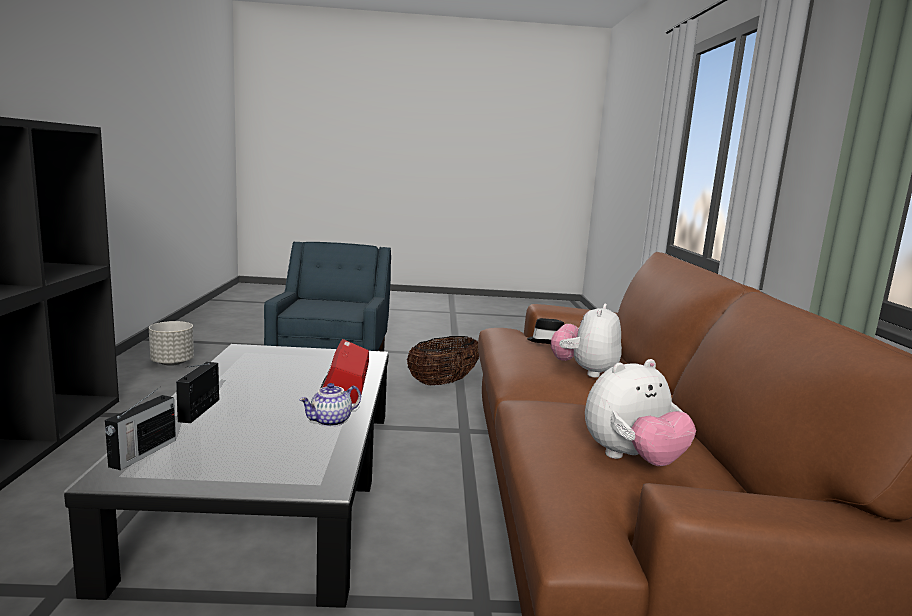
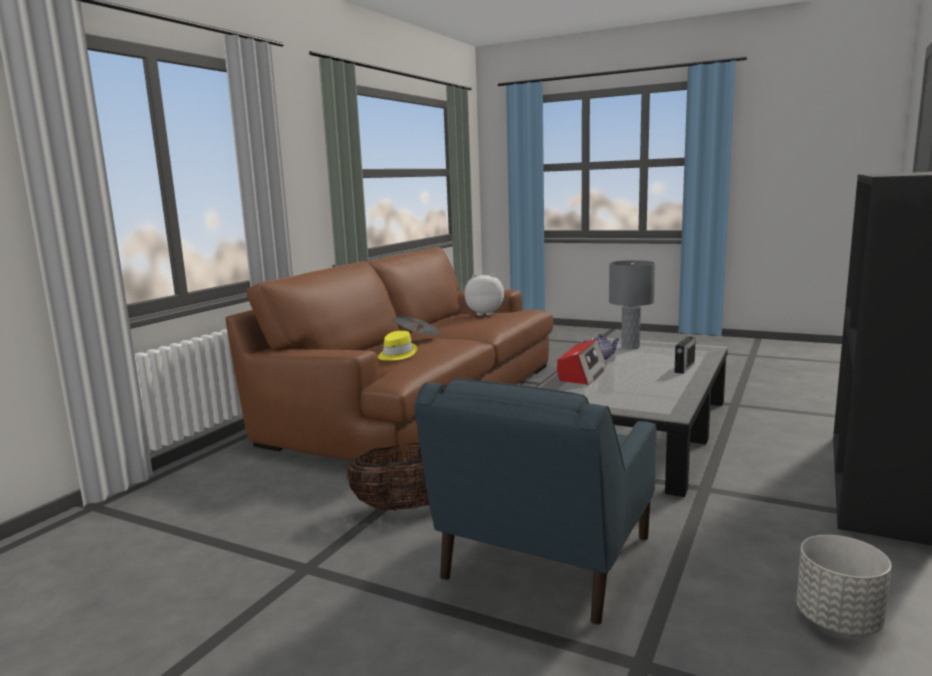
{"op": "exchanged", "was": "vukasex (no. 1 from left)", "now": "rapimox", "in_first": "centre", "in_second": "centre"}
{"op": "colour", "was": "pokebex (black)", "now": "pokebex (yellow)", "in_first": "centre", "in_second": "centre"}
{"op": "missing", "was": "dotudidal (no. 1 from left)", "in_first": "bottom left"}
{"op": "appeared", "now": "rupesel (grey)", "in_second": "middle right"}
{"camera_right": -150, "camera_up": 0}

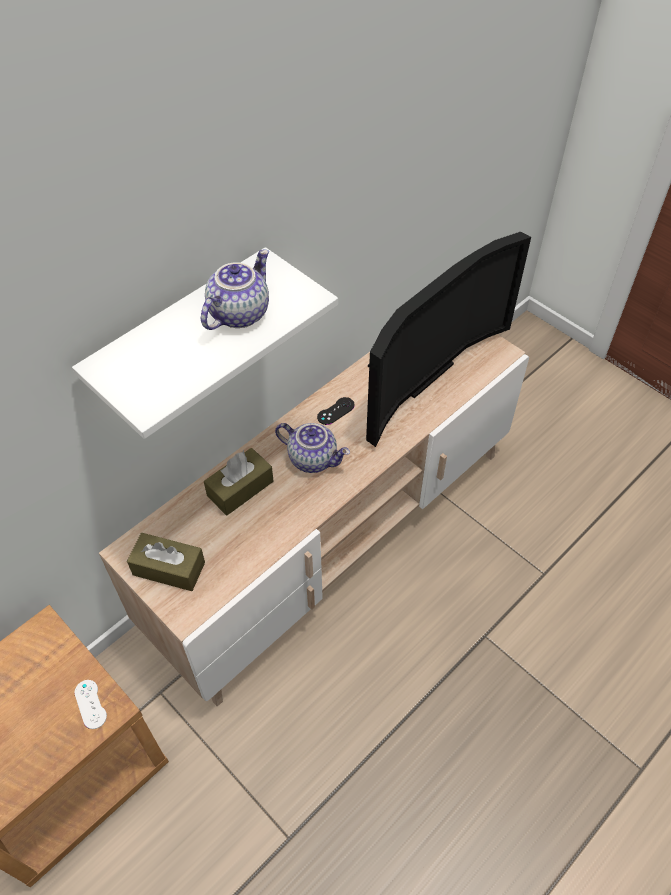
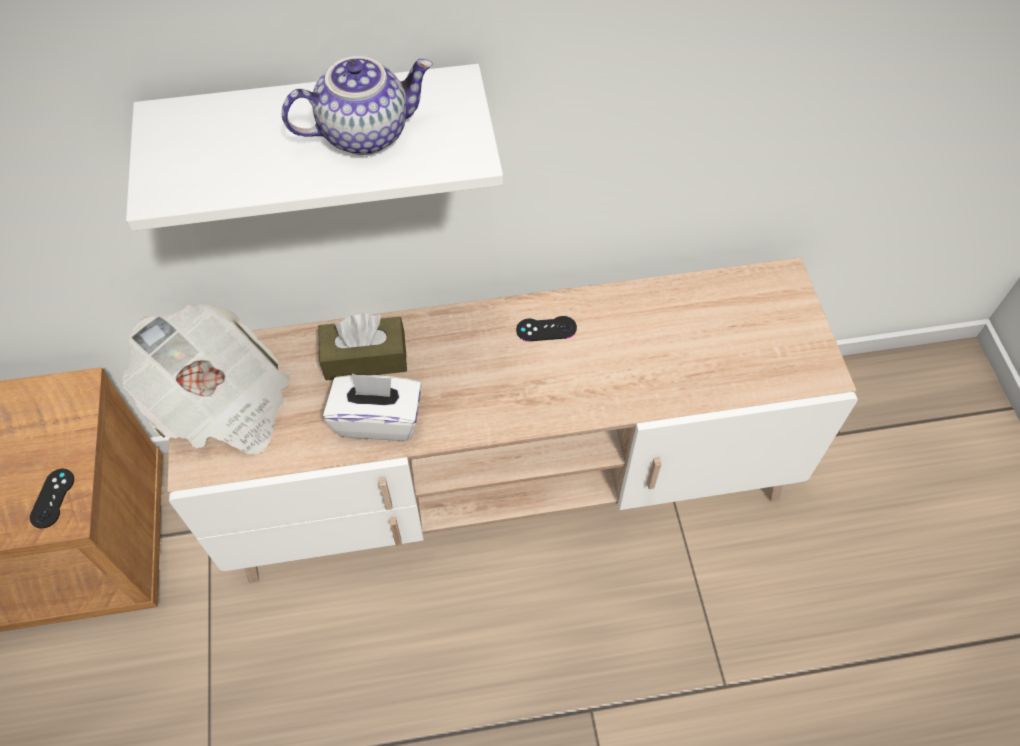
{"op": "missing", "was": "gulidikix", "in_first": "middle right"}
{"op": "missing", "was": "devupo (no. 2 from left)", "in_first": "centre"}
{"op": "exchanged", "was": "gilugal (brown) (no. 1 from left)", "now": "rapimox", "in_first": "middle left", "in_second": "middle left"}
{"op": "colour", "was": "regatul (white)", "now": "regatul (black) (no. 1 from left)", "in_first": "bottom left", "in_second": "bottom left"}
{"op": "appeared", "now": "gilugal (white)", "in_second": "centre"}
{"camera_right": 35, "camera_up": 5}

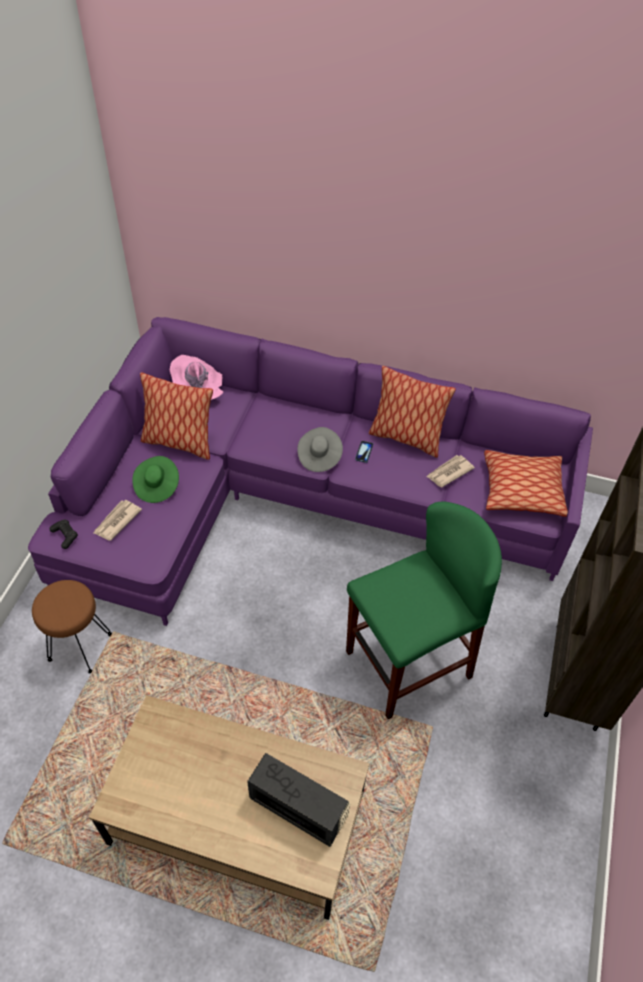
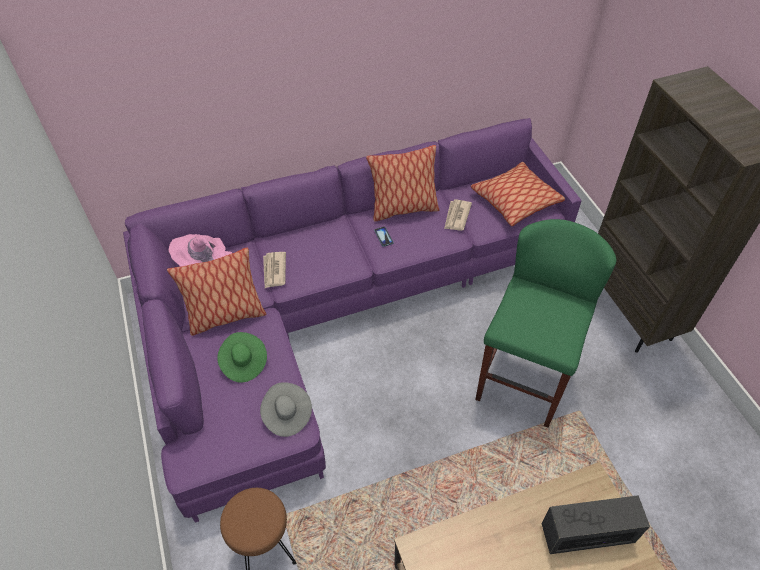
{"op": "relocated", "was": "pokebex (grey)", "in_first": "centre", "in_second": "bottom centre"}
{"op": "relocated", "was": "rapimox (no. 1 from left)", "in_first": "middle left", "in_second": "centre"}
{"op": "missing", "was": "regatul (black)", "in_first": "middle left"}
{"camera_right": -35, "camera_up": 0}

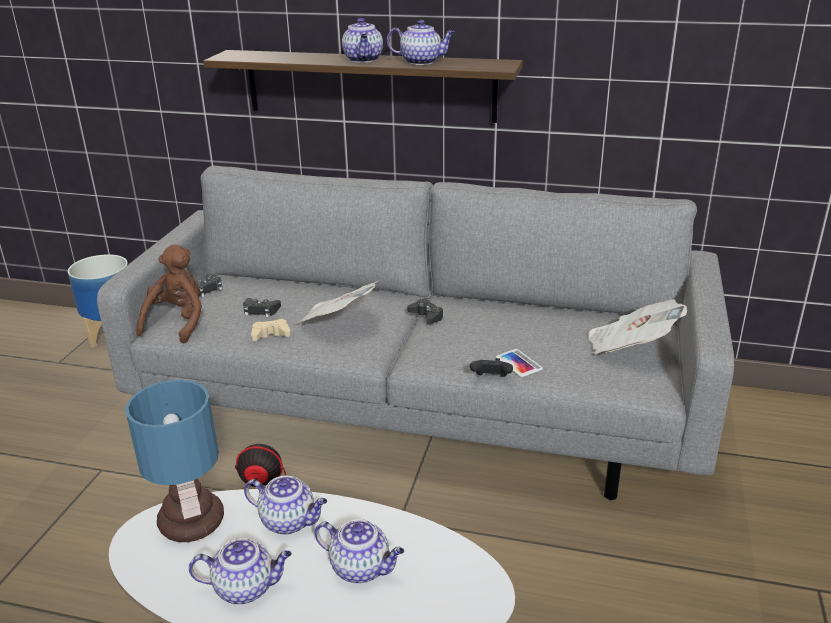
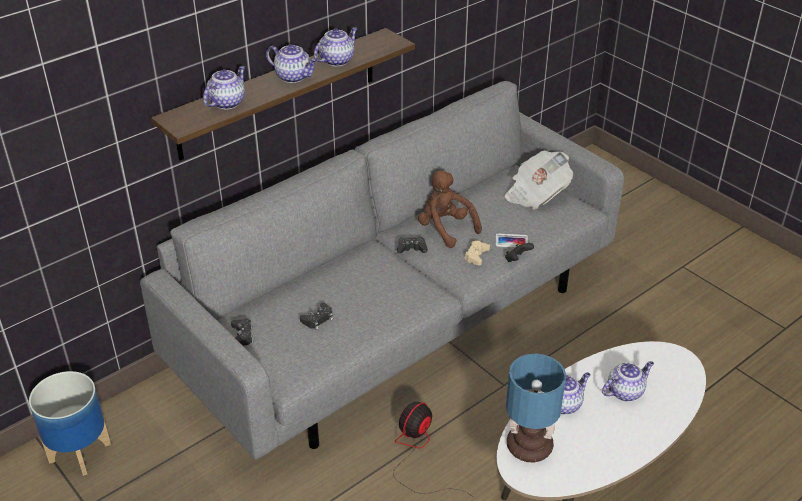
{"op": "relocated", "was": "vukasex (brown)", "in_first": "middle left", "in_second": "centre"}
{"op": "missing", "was": "rapimox (no. 1 from left)", "in_first": "centre"}
{"op": "relocated", "was": "regatul (beige)", "in_first": "middle left", "in_second": "centre"}
{"op": "relocated", "was": "devupo (no. 1 from left)", "in_first": "bottom left", "in_second": "top left"}
{"camera_right": -55, "camera_up": 10}

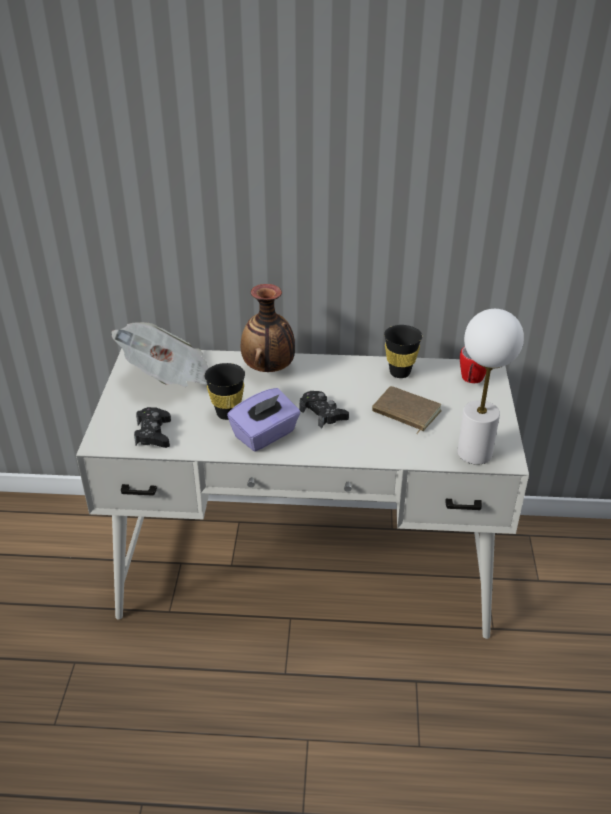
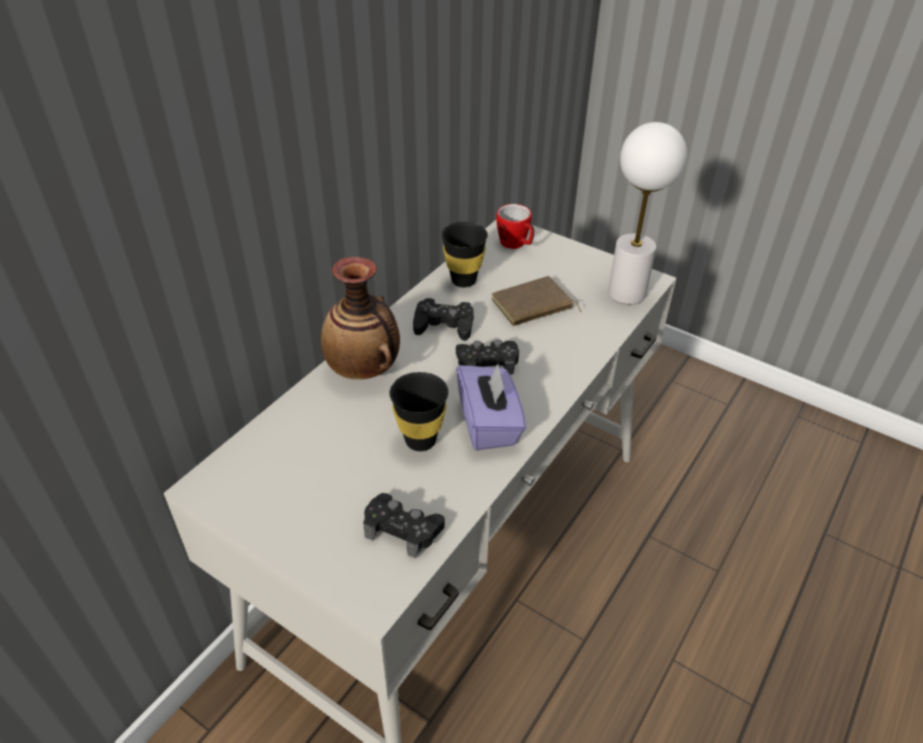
{"op": "missing", "was": "rapimox", "in_first": "middle left"}
{"op": "appeared", "now": "regatul (black) (no. 2 from left)", "in_second": "centre"}
{"camera_right": -60, "camera_up": 5}

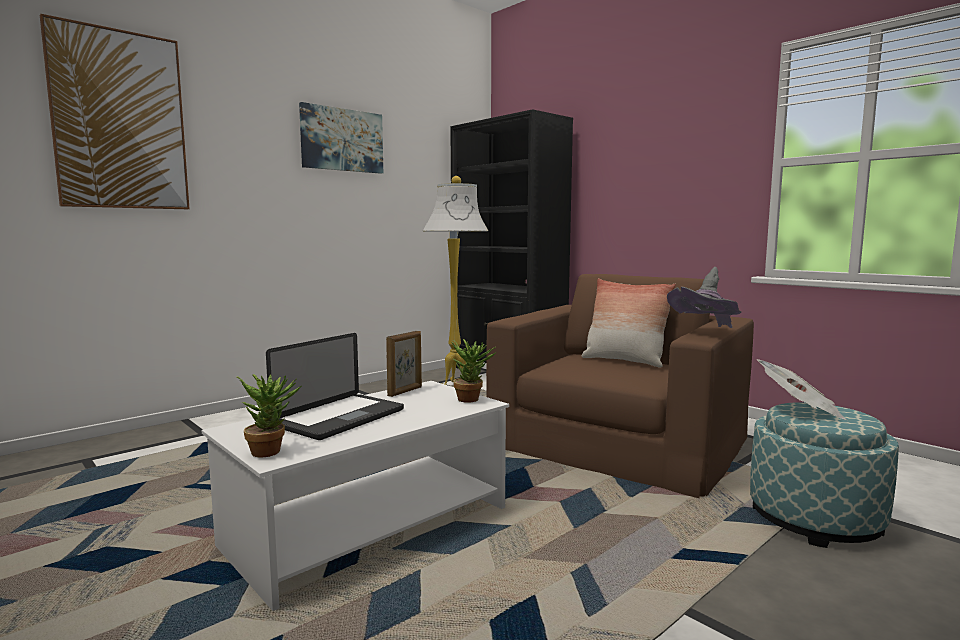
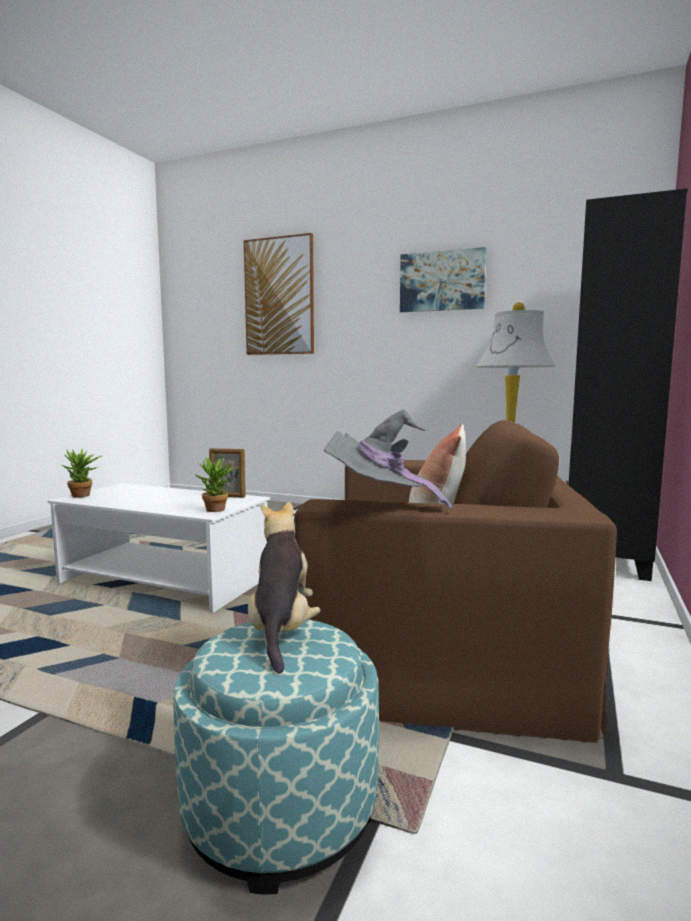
{"op": "missing", "was": "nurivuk", "in_first": "centre"}
{"op": "exchanged", "was": "rapimox", "now": "vukasex", "in_first": "middle right", "in_second": "centre"}
{"camera_right": 65, "camera_up": 0}

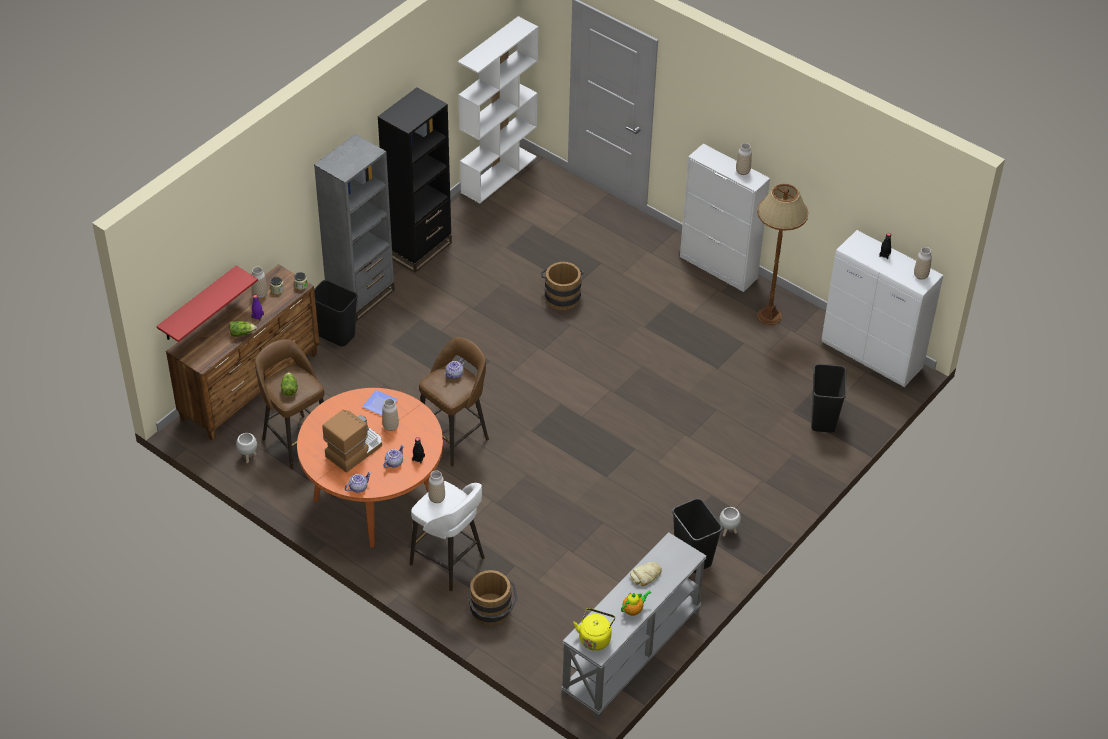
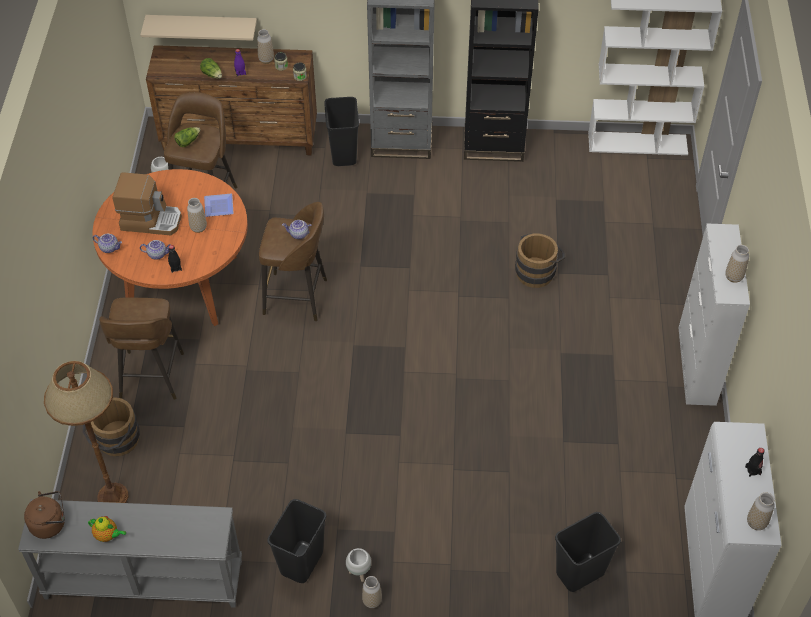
{"op": "relocated", "was": "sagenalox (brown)", "in_first": "middle right", "in_second": "bottom left"}
{"op": "colour", "was": "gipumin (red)", "now": "gipumin (beige)", "in_first": "middle left", "in_second": "top left"}
{"op": "relocated", "was": "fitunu (no. 3 from left)", "in_first": "centre", "in_second": "bottom centre"}
{"op": "colour", "was": "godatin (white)", "now": "godatin (brown) (no. 1 from left)", "in_first": "bottom centre", "in_second": "middle left"}
{"op": "missing", "was": "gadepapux", "in_first": "bottom centre"}
{"op": "colour", "was": "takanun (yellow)", "now": "takanun (brown)", "in_first": "bottom centre", "in_second": "bottom left"}
{"camera_right": 55, "camera_up": 5}

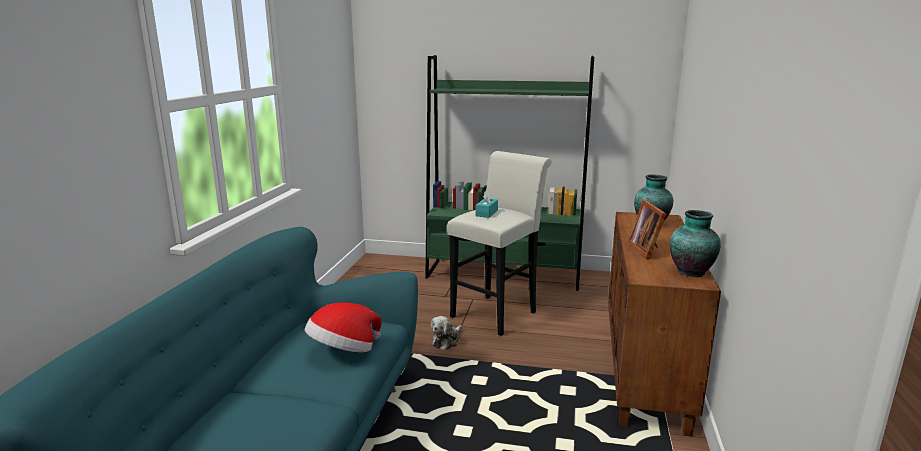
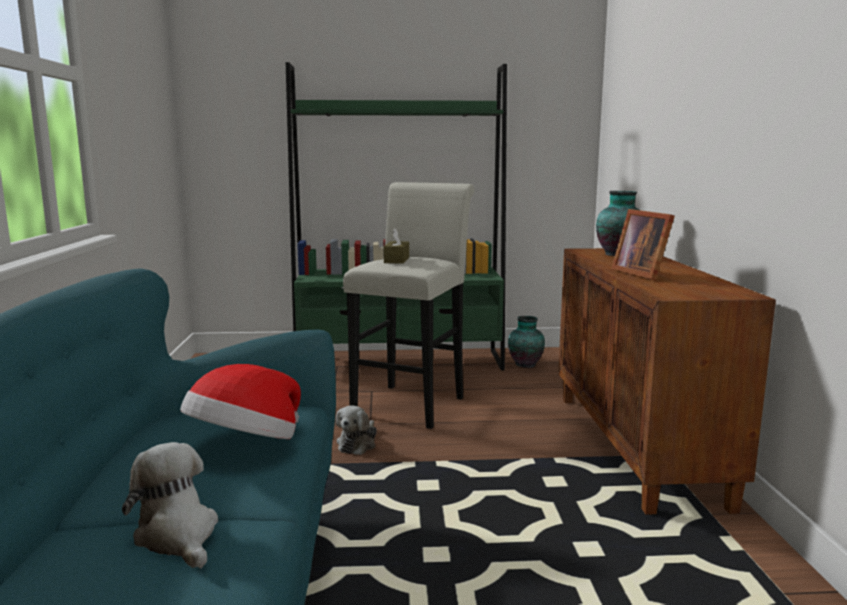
{"op": "colour", "was": "gilugal (turquoise)", "now": "gilugal (brown)", "in_first": "centre", "in_second": "centre"}
{"op": "relocated", "was": "fitunu (no. 2 from left in the first image)", "now": "fitunu (no. 1 from left)", "in_first": "middle right", "in_second": "centre"}
{"op": "appeared", "now": "vukasex (no. 1 from left)", "in_second": "bottom left"}
{"camera_right": -15, "camera_up": -5}

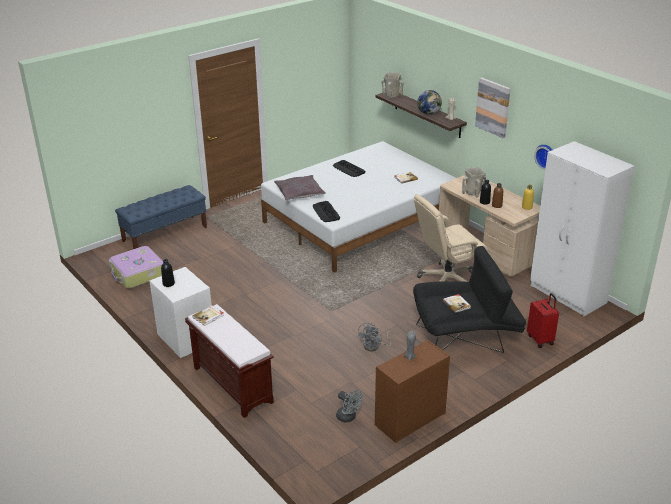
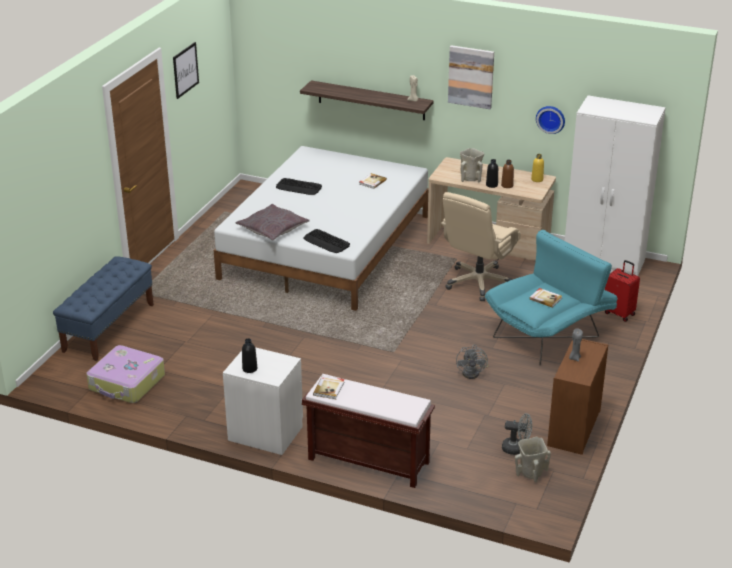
{"op": "relocated", "was": "fitunu (beige) (no. 1 from left in the first image)", "now": "fitunu (beige) (no. 2 from left)", "in_first": "top centre", "in_second": "bottom right"}
{"op": "missing", "was": "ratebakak", "in_first": "top centre"}
{"op": "colour", "was": "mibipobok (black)", "now": "mibipobok (turquoise)", "in_first": "middle right", "in_second": "middle right"}
{"op": "appeared", "now": "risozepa (no. 1 from left)", "in_second": "top left"}
{"camera_right": -30, "camera_up": 0}

